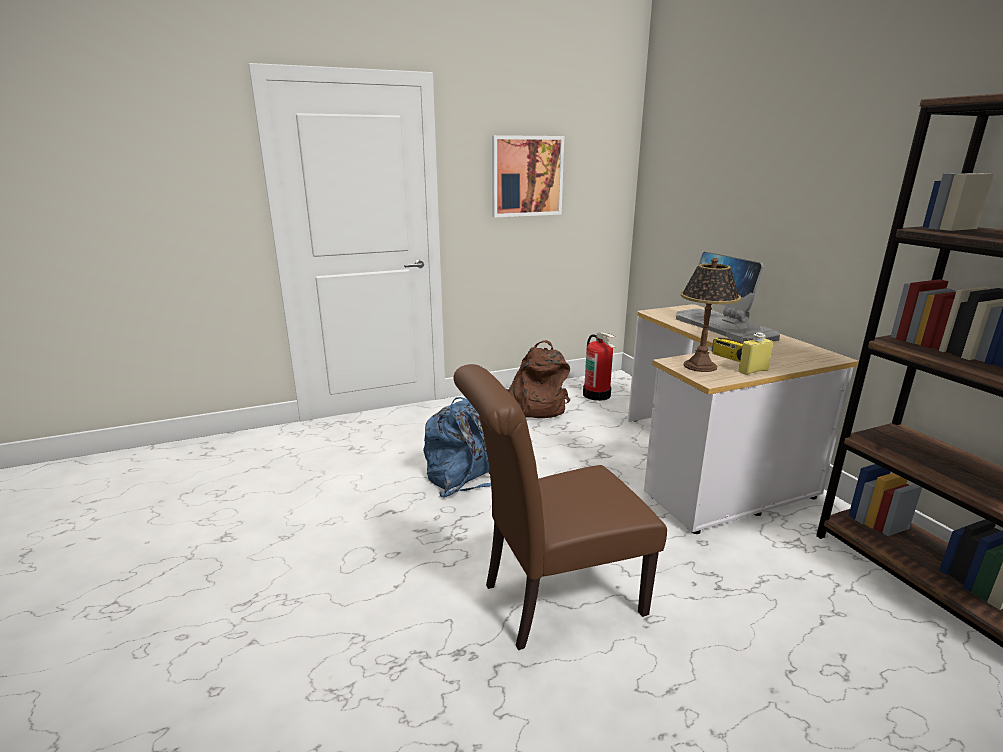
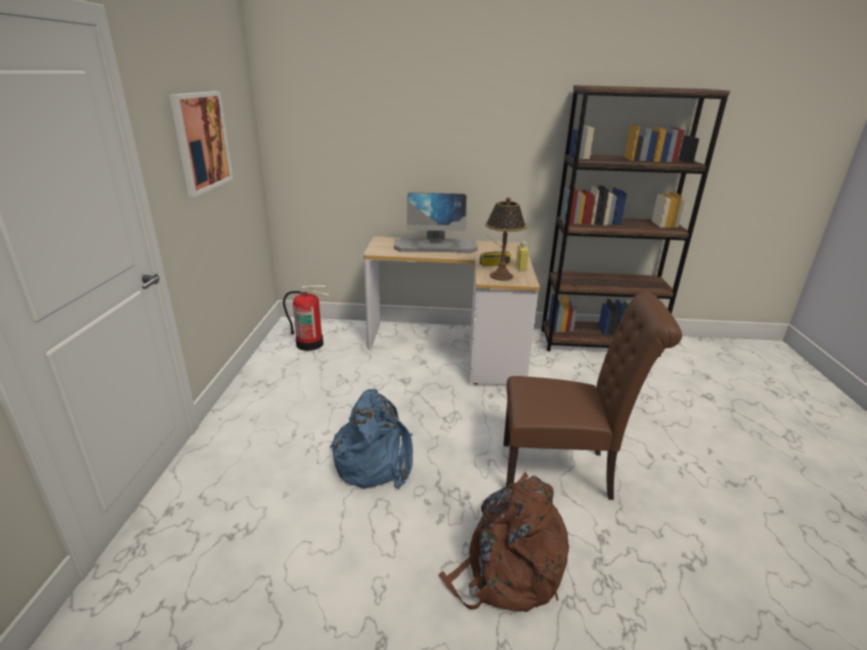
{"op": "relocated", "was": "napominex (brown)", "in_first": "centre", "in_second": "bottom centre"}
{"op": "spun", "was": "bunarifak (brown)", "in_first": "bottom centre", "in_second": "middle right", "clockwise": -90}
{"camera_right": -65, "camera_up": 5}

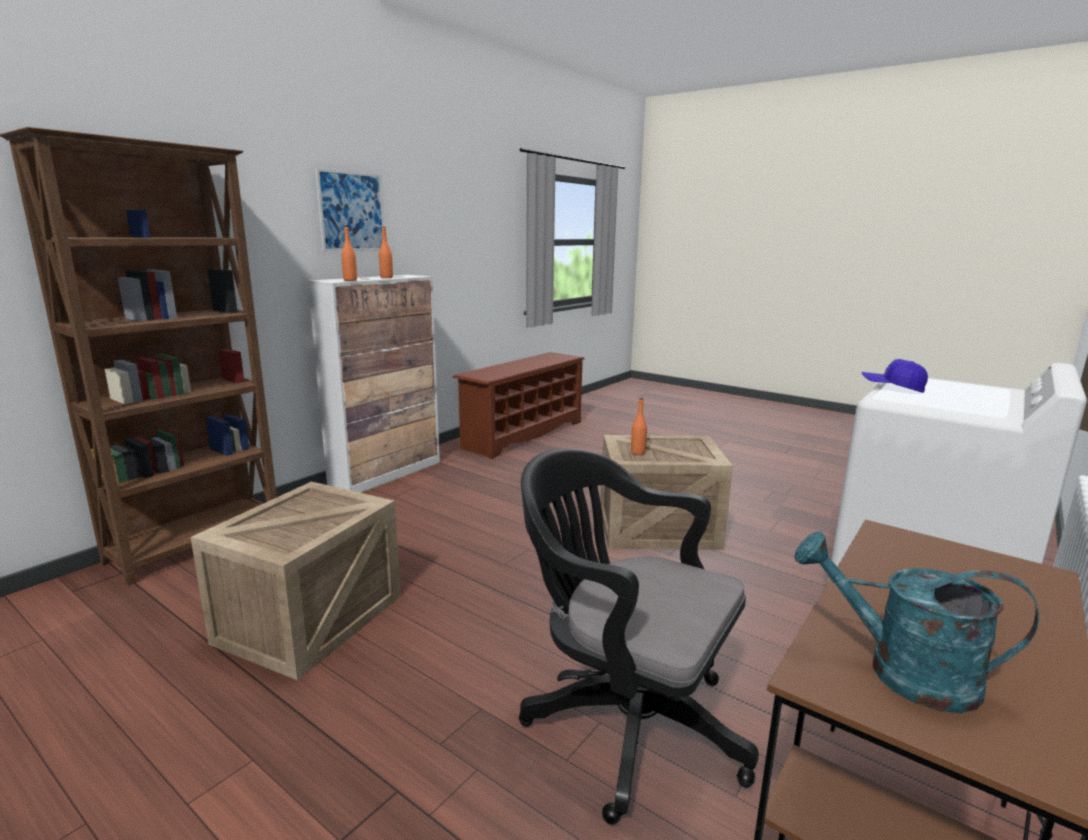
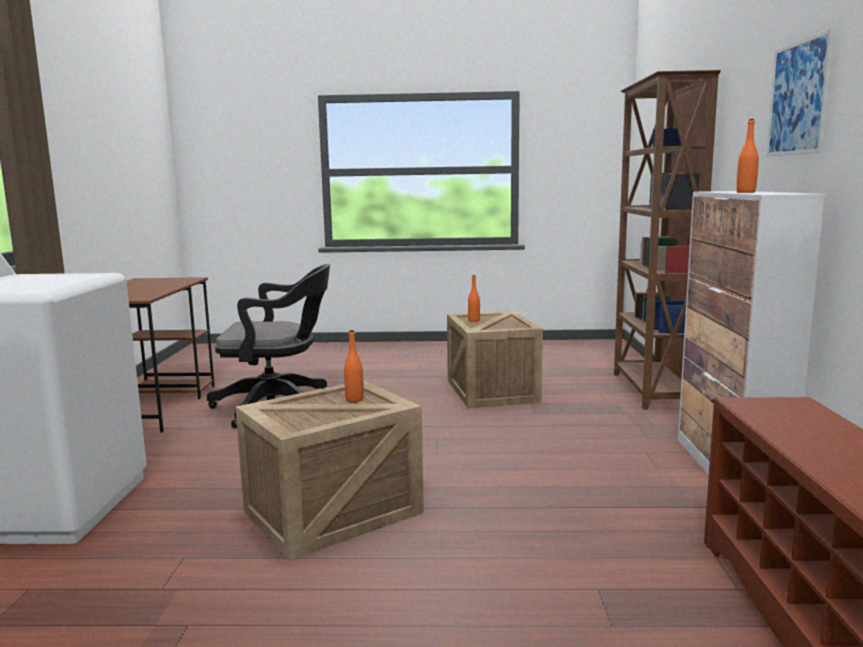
{"op": "relocated", "was": "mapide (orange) (no. 1 from left in the first image)", "now": "mapide (orange) (no. 2 from left)", "in_first": "top left", "in_second": "centre"}
{"op": "missing", "was": "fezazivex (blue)", "in_first": "middle right"}
{"op": "missing", "was": "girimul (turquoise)", "in_first": "bottom right"}
{"camera_right": 145, "camera_up": -5}

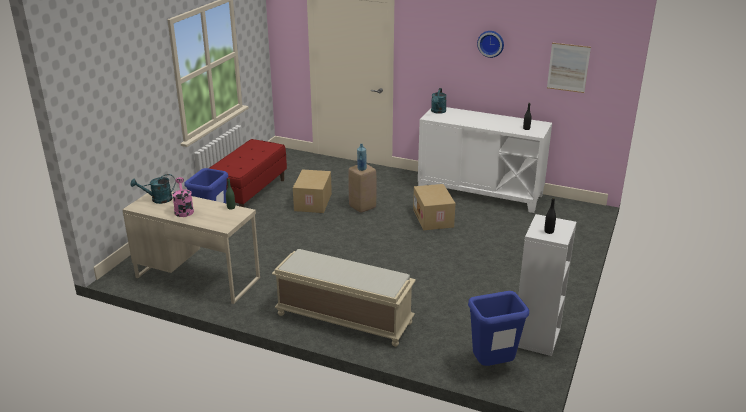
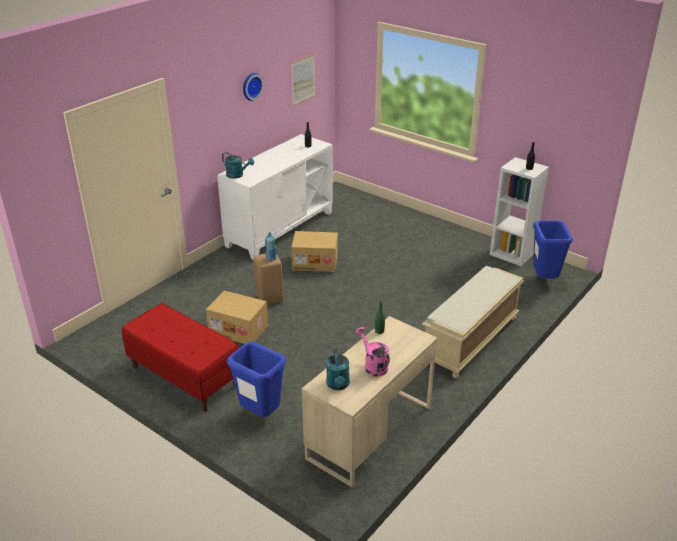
{"op": "spun", "was": "girimul (pink)", "in_first": "middle left", "in_second": "centre", "clockwise": 60}
{"camera_right": -75, "camera_up": 5}

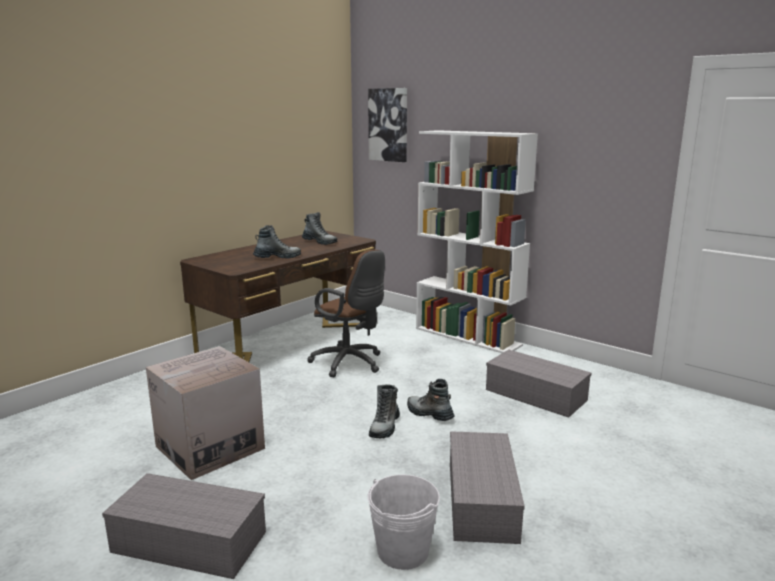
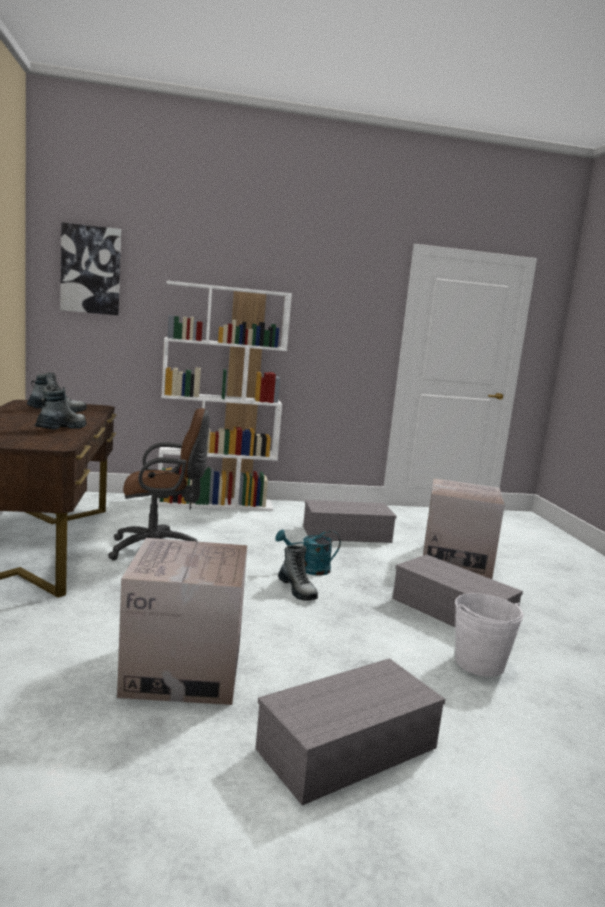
{"op": "exchanged", "was": "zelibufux (no. 4 from left)", "now": "girimul (turquoise)", "in_first": "bottom centre", "in_second": "centre"}
{"op": "appeared", "now": "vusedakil (no. 2 from left)", "in_second": "middle right"}
{"camera_right": -50, "camera_up": -5}

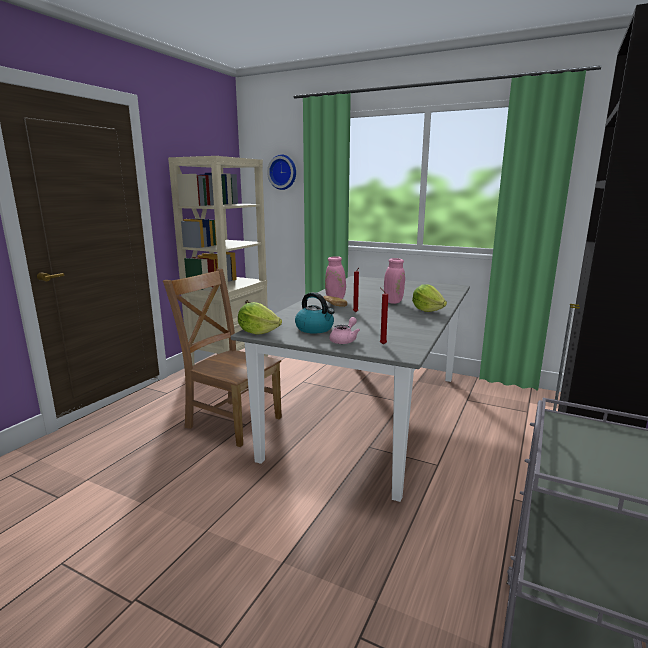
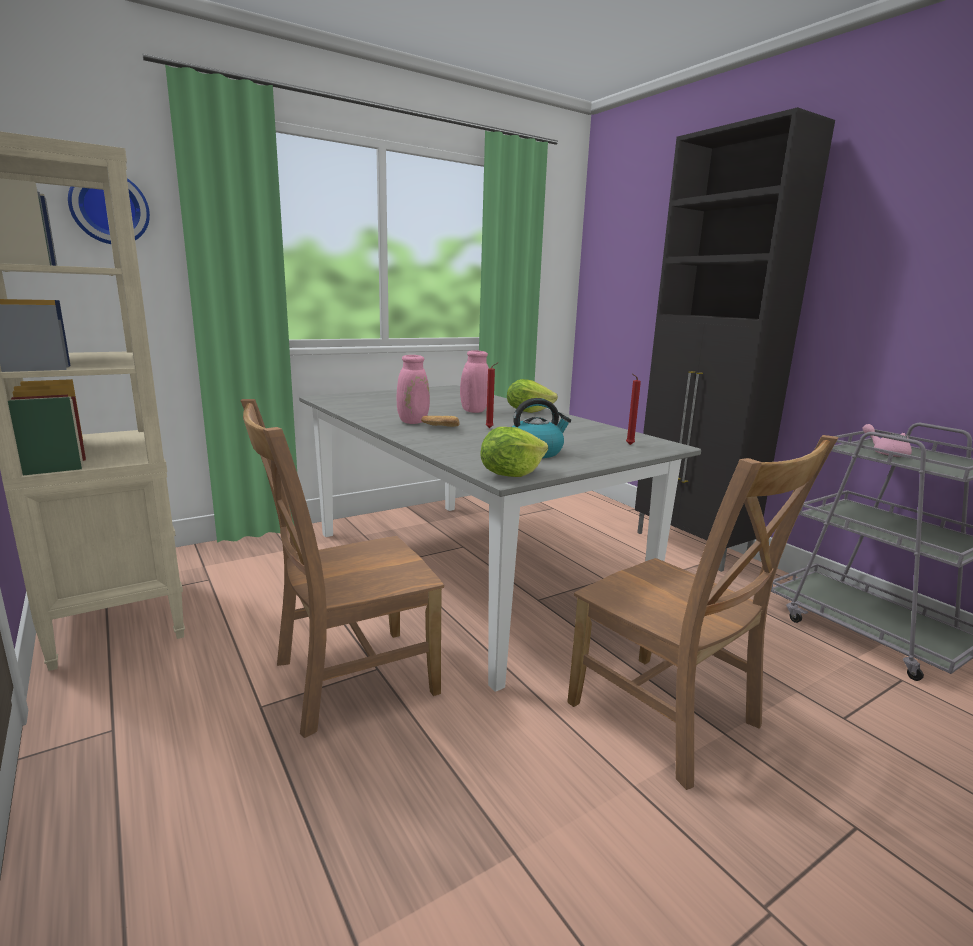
{"op": "relocated", "was": "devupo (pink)", "in_first": "centre", "in_second": "middle right"}
{"op": "appeared", "now": "bunarifak (brown) (no. 2 from left)", "in_second": "middle right"}
{"camera_right": -60, "camera_up": 0}

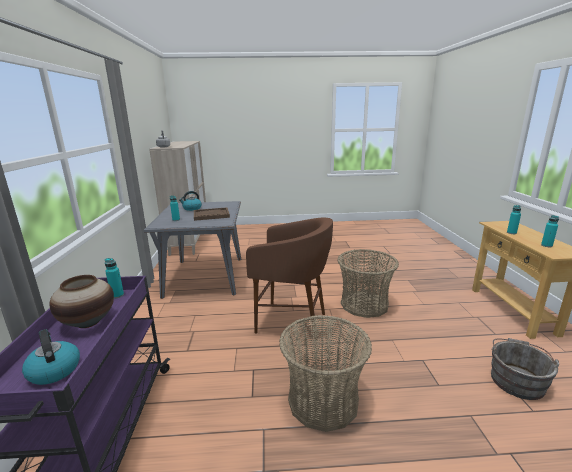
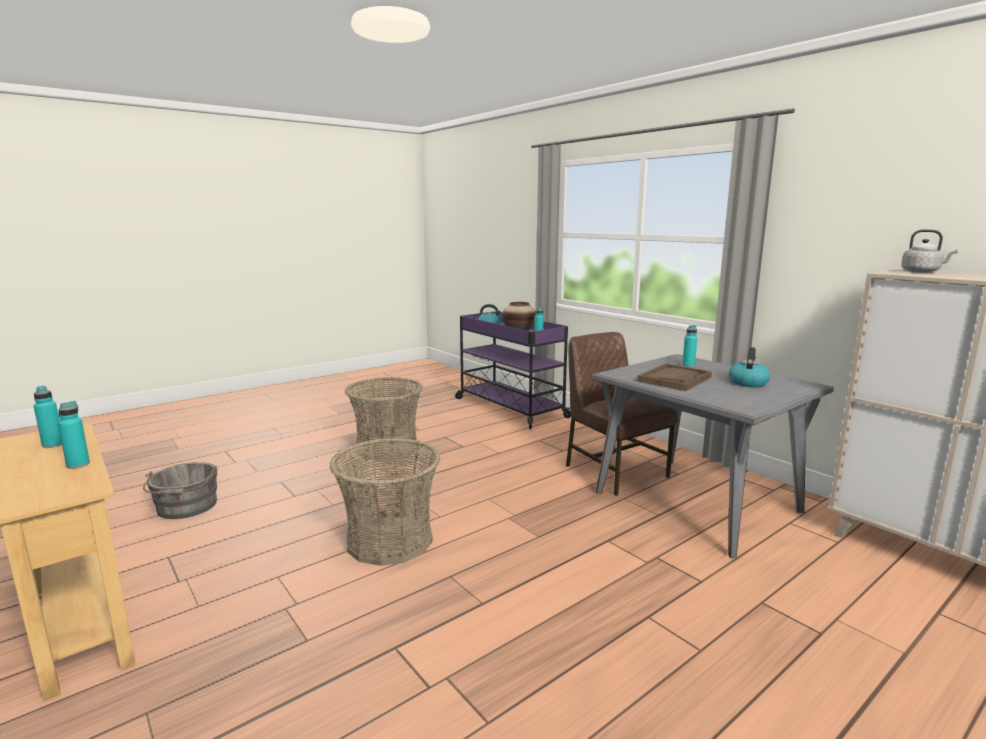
{"op": "missing", "was": "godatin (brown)", "in_first": "centre"}
{"op": "appeared", "now": "bunarifak (brown)", "in_second": "centre"}
{"camera_right": 145, "camera_up": -5}

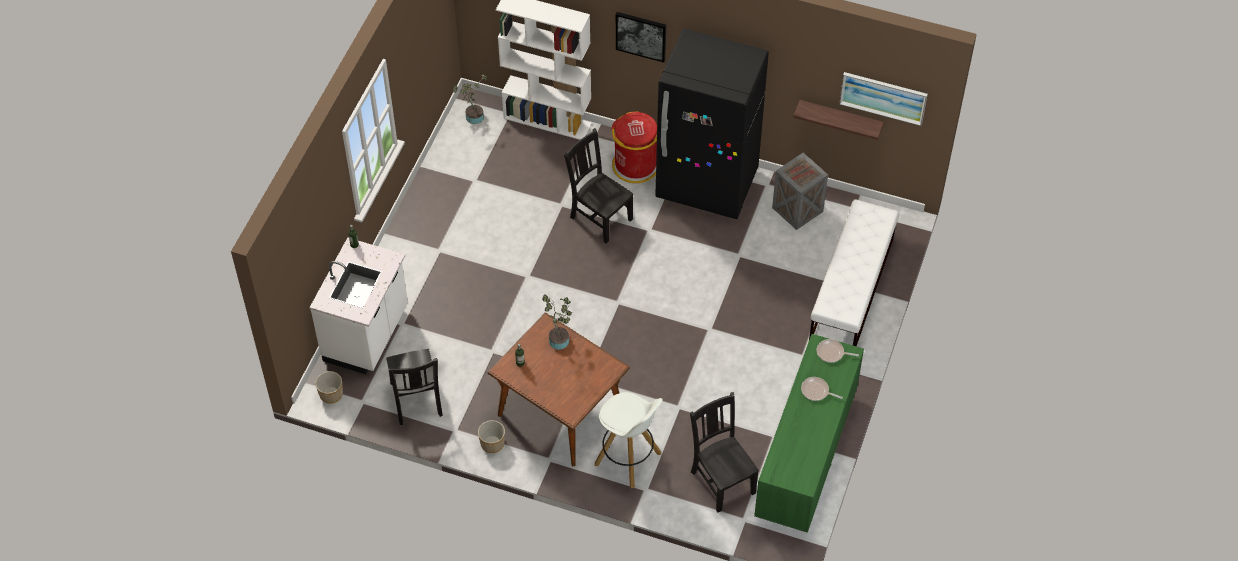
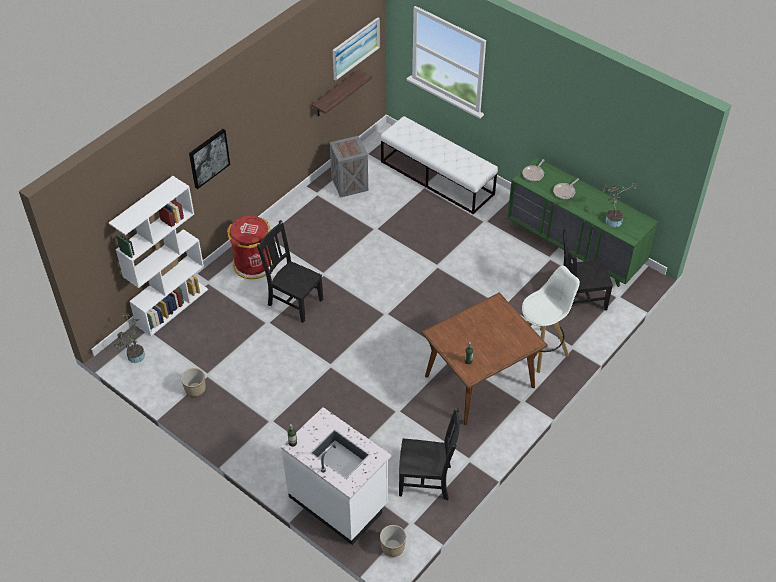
{"op": "missing", "was": "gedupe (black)", "in_first": "top centre"}
{"op": "spun", "was": "bunarifak (black) (no. 2 from left in the first image)", "in_first": "top centre", "in_second": "centre", "clockwise": 60}
{"op": "relocated", "was": "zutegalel (no. 2 from left)", "in_first": "centre", "in_second": "middle right"}
{"op": "relocated", "was": "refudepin (no. 2 from left in the first image)", "now": "refudepin (no. 1 from left)", "in_first": "bottom centre", "in_second": "middle left"}
{"camera_right": -70, "camera_up": -5}

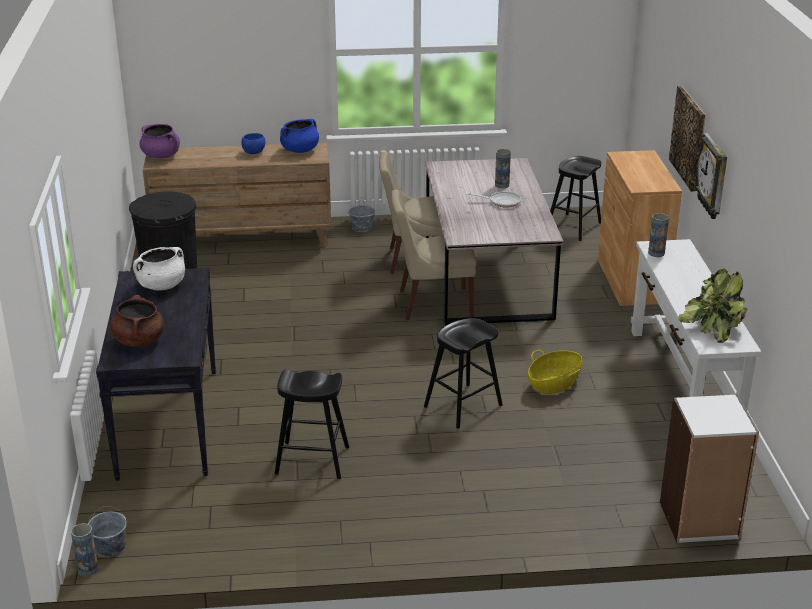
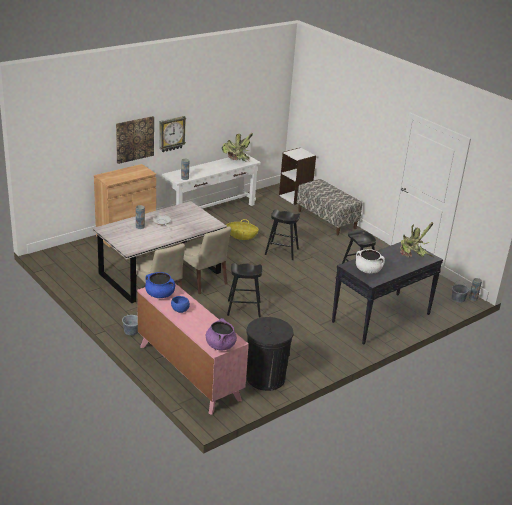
{"op": "colour", "was": "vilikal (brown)", "now": "vilikal (pink)", "in_first": "top left", "in_second": "bottom centre"}
{"op": "relocated", "was": "godatin (black) (no. 3 from left in the first image)", "now": "godatin (black) (no. 1 from left)", "in_first": "top right", "in_second": "centre"}
{"op": "exchanged", "was": "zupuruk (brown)", "now": "zutegalel (no. 2 from left)", "in_first": "middle left", "in_second": "middle right"}
{"op": "appeared", "now": "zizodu", "in_second": "centre"}
{"camera_right": -125, "camera_up": 0}

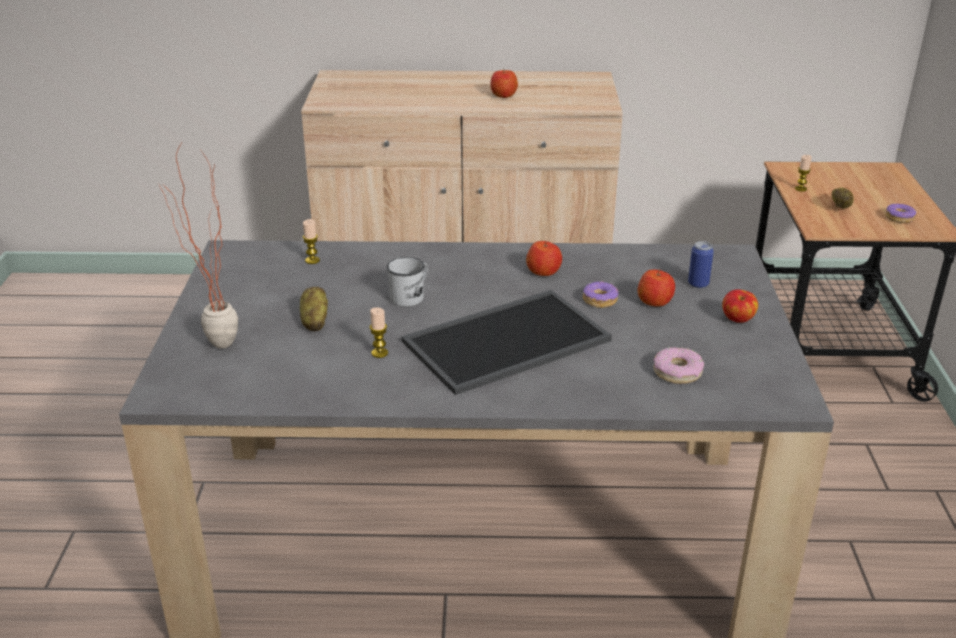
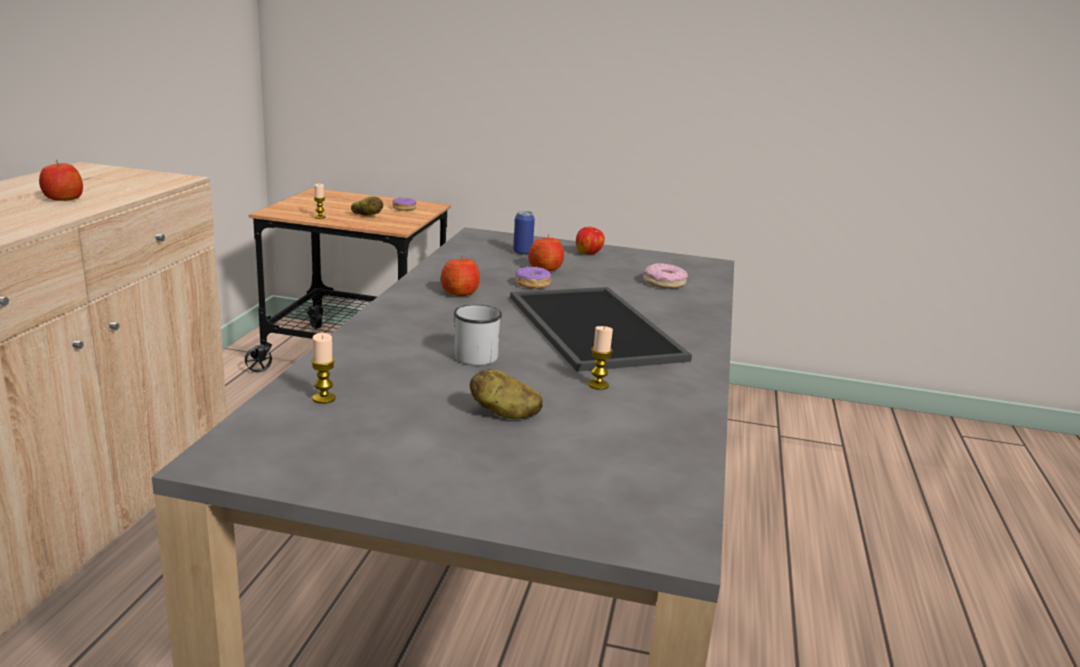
{"op": "missing", "was": "zutegalel", "in_first": "middle left"}
{"camera_right": -80, "camera_up": -10}

